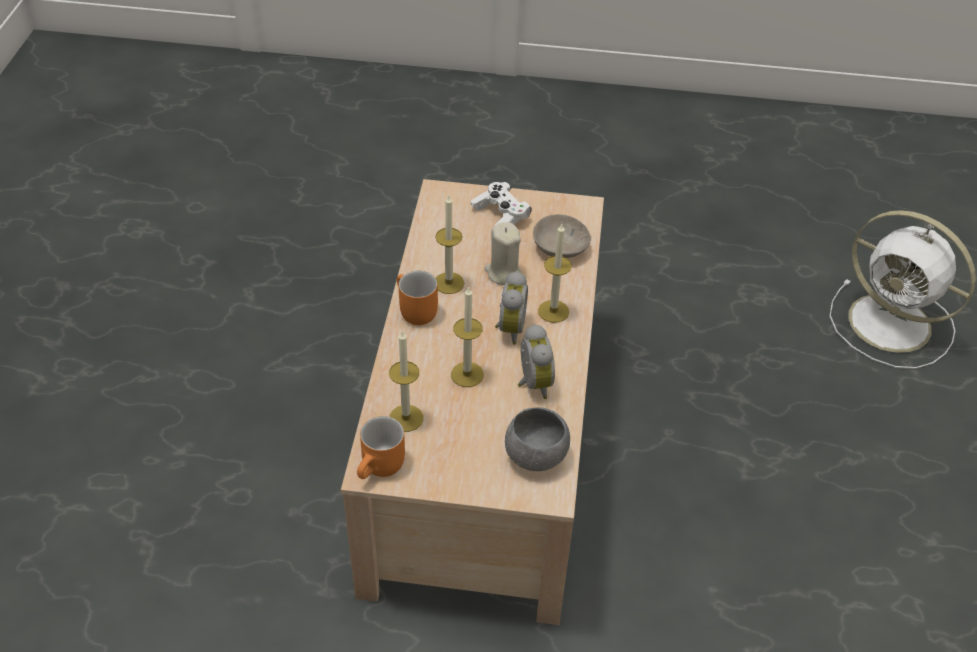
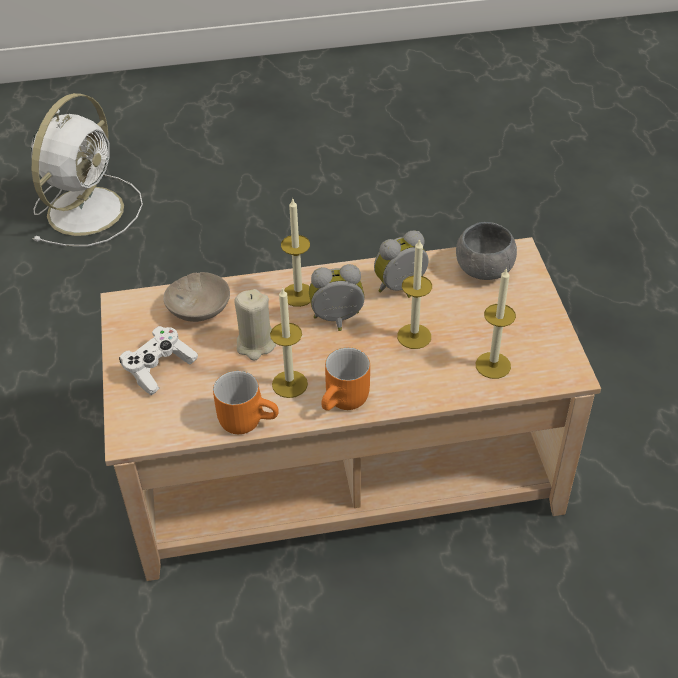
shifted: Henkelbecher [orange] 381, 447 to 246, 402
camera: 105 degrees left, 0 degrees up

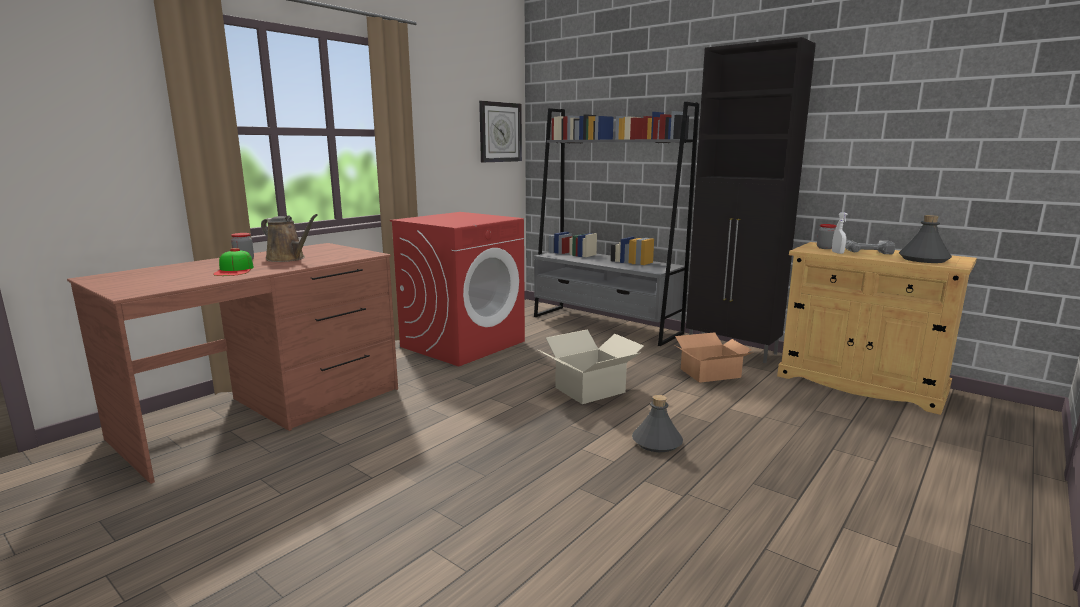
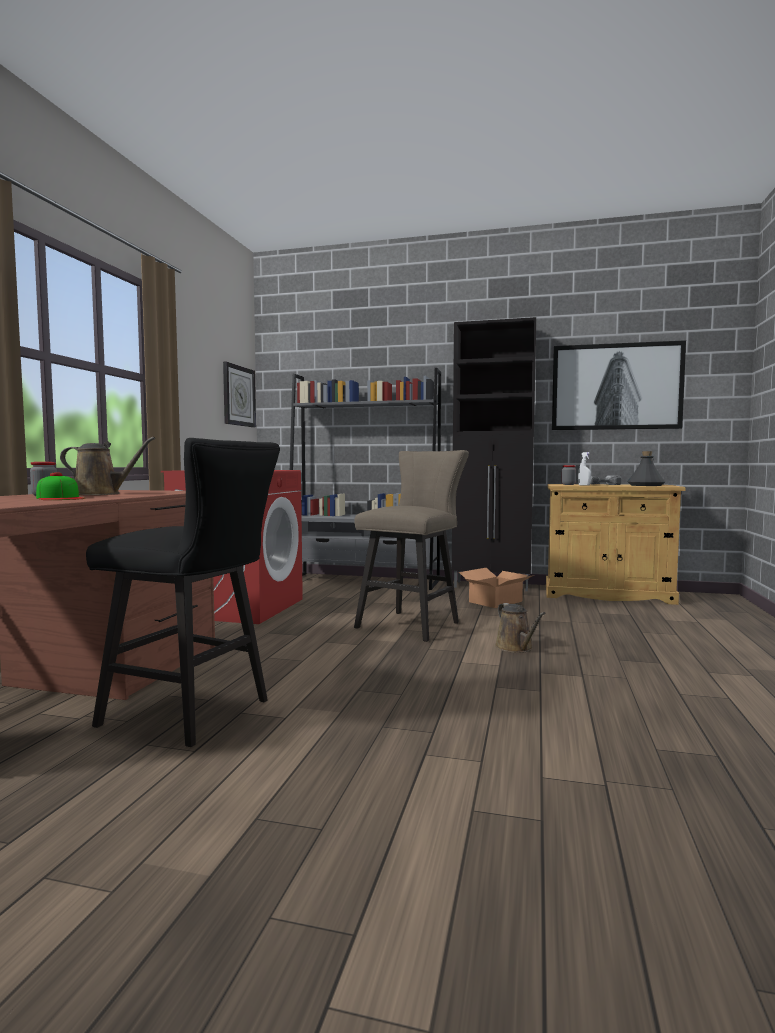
new: Bild 619, 385; Hocker [schwarz] 183, 592
swapped: Karton 591, 367 to Hocker [beige] 411, 546; Flasche [grau] 657, 423 to Gießkanne [braun] 520, 628
camera: 25 degrees left, 10 degrees down

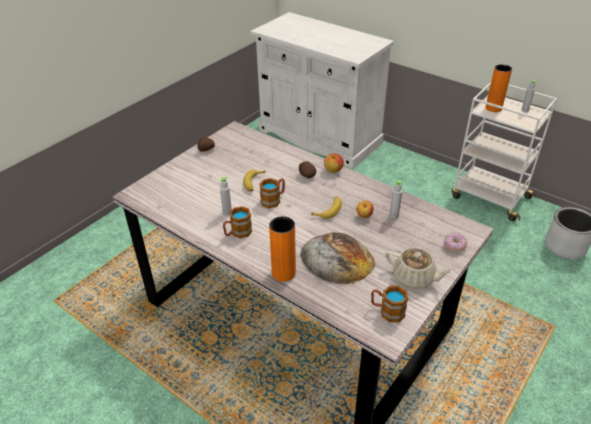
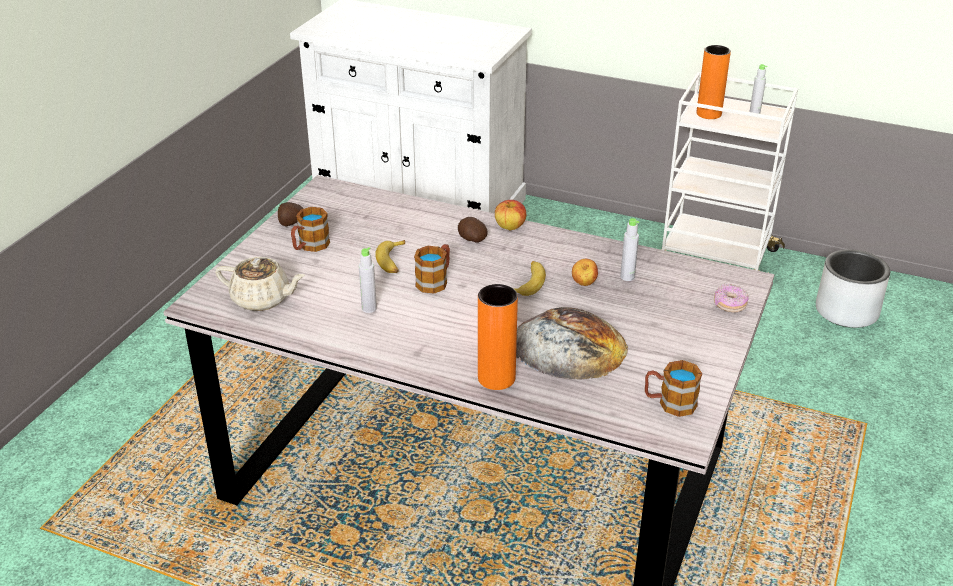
shifted: Henkelbecher 237, 222 to 310, 229; Teekanne [beige] 419, 268 to 260, 284
camera: 15 degrees left, 5 degrees down

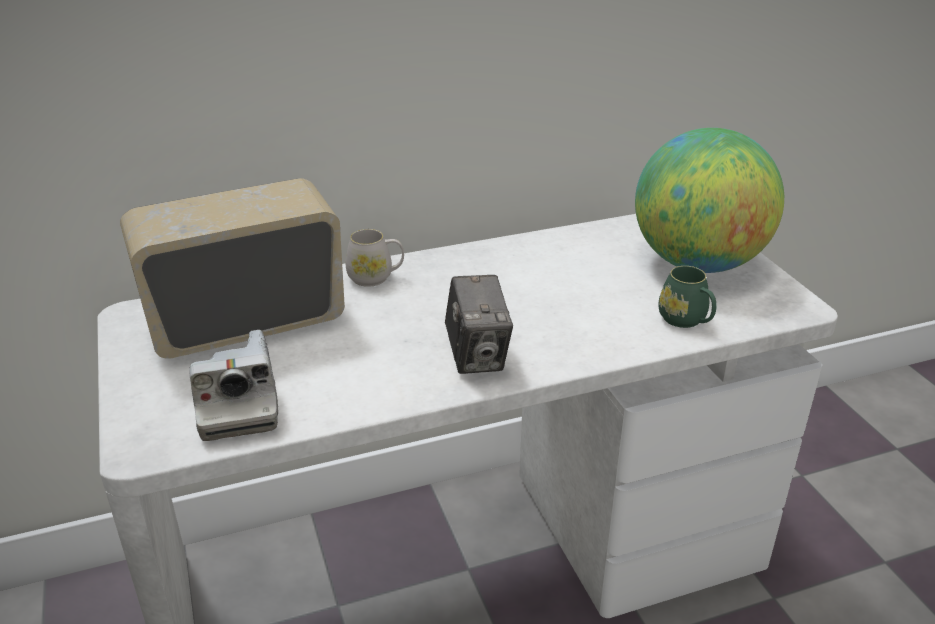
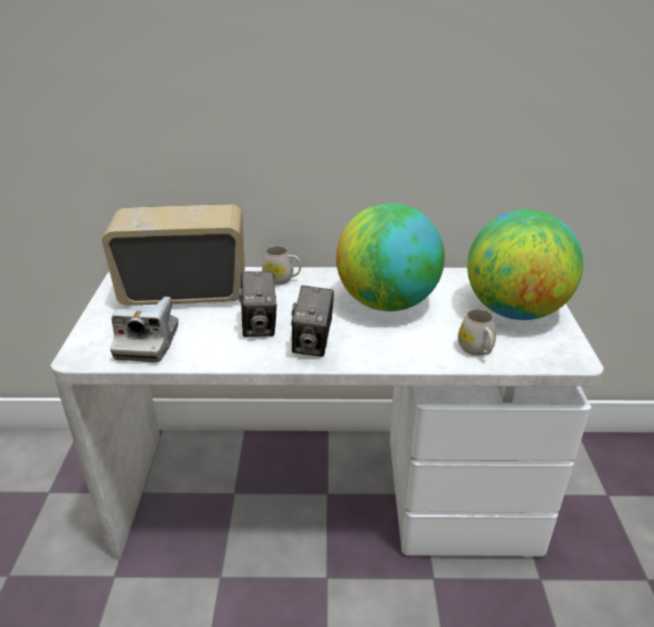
new: Globus 390, 257; Kamera 258, 304
repainted: Henkelbecher [grün] 687, 297 to Henkelbecher [weiß] 477, 332
camera: 20 degrees right, 0 degrees up

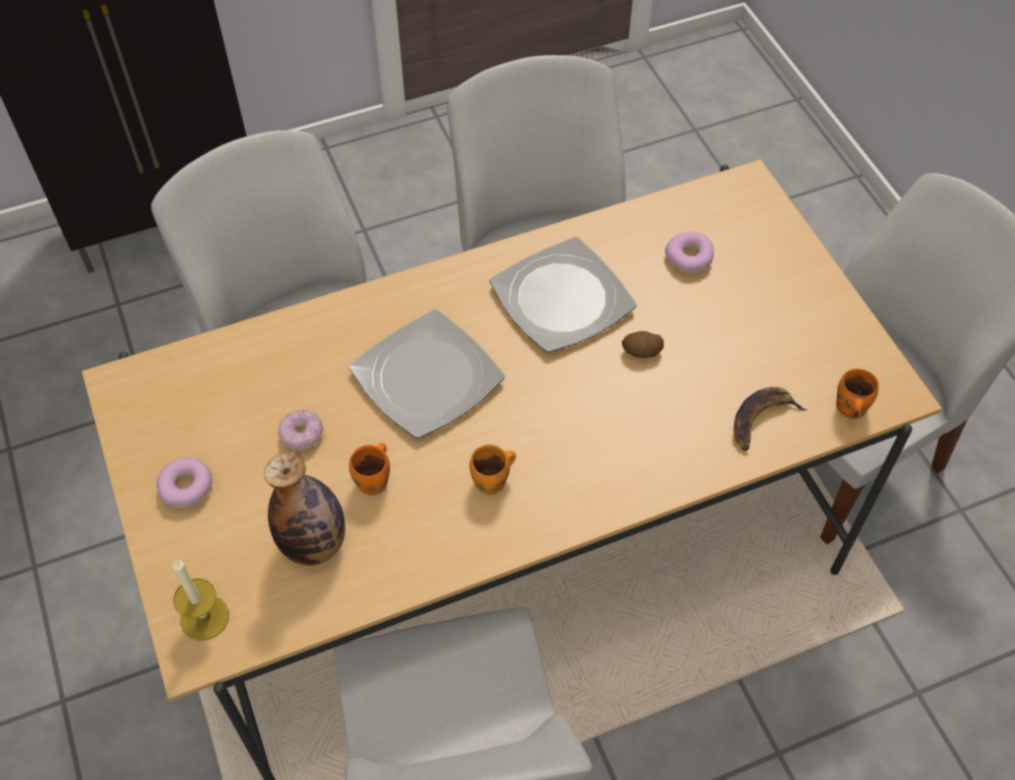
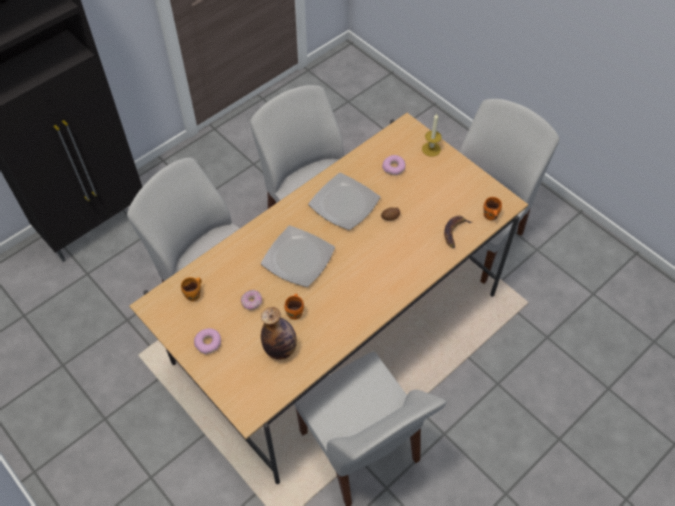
shifted: Henkelbecher [orange] 492, 469 to 191, 289; Kerze 201, 600 to 432, 135
camera: 20 degrees left, 0 degrees up

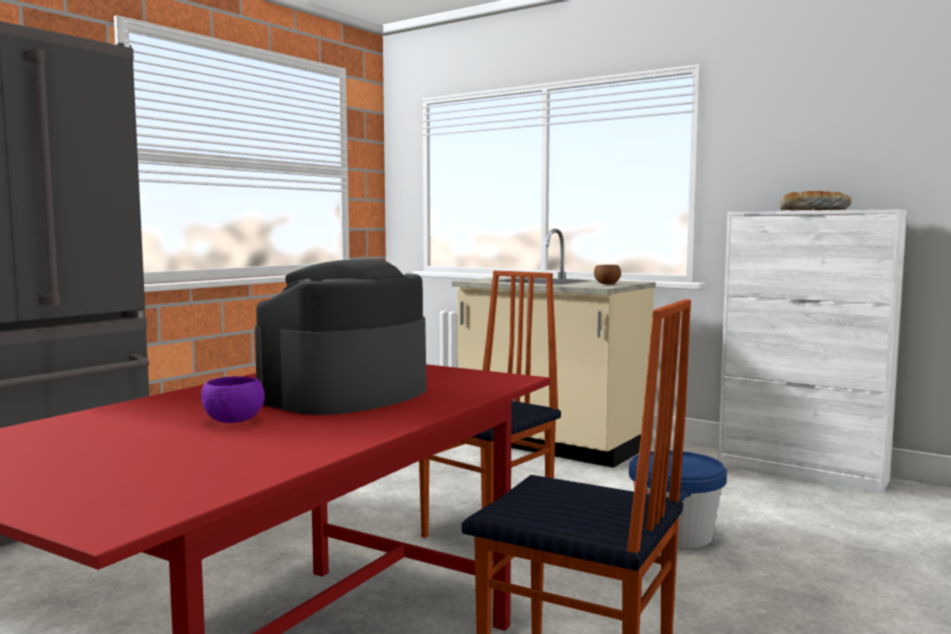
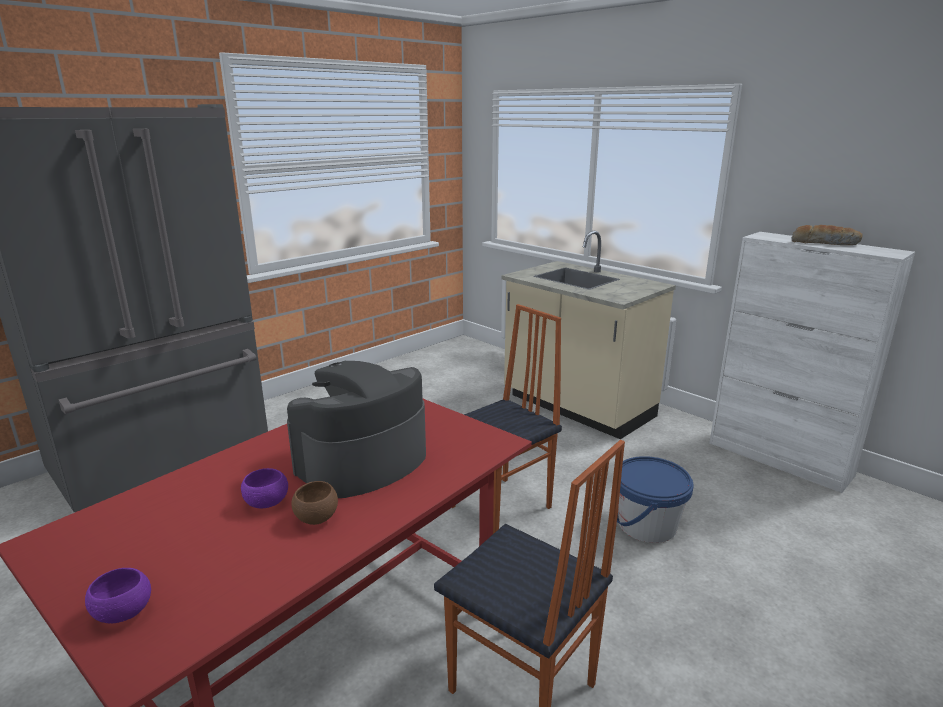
new: Schüssel [lila] 118, 595
shifted: Schüssel [braun] 607, 275 to 314, 503
camera: 10 degrees right, 15 degrees up

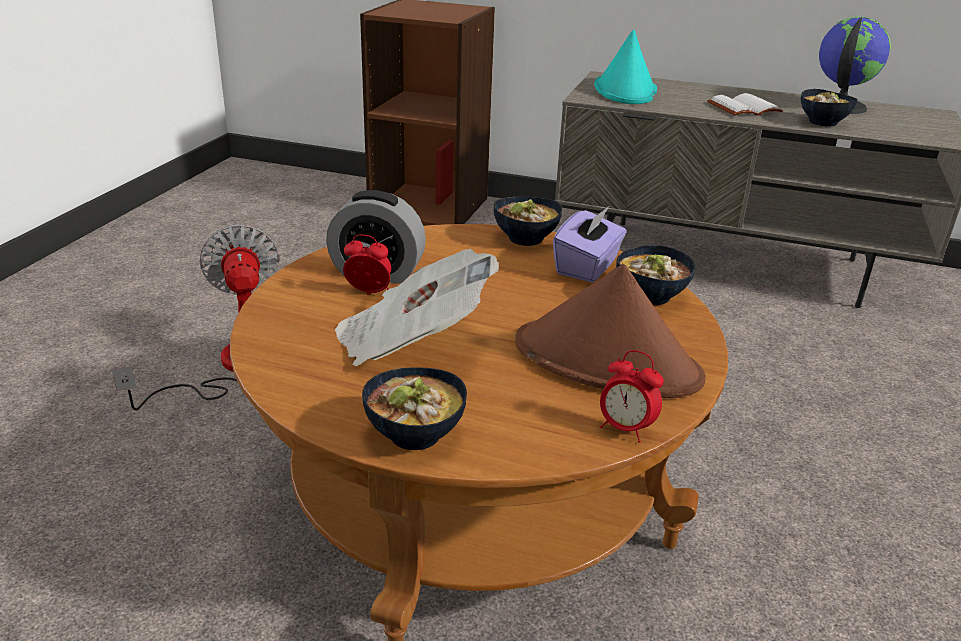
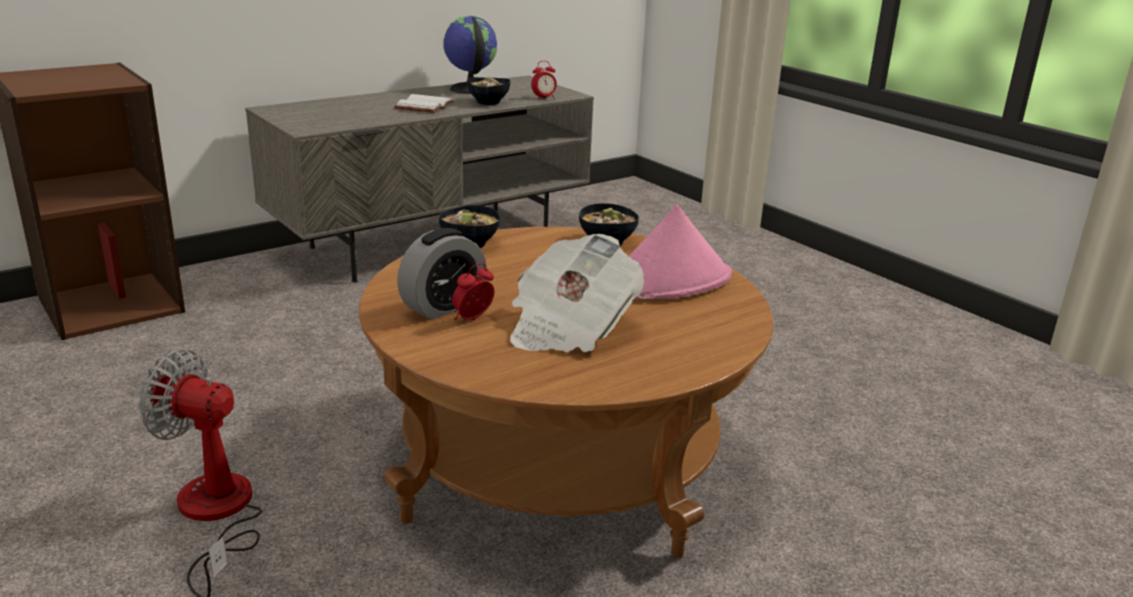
gone: Hut [türkis] 625, 67; Taschentuchbox [lila] 590, 244; Schüssel 414, 408
shifted: Wecker 632, 396 to 544, 80
repainted: Hut [braun] 610, 331 to Hut [rosa] 680, 252
camera: 55 degrees left, 5 degrees down

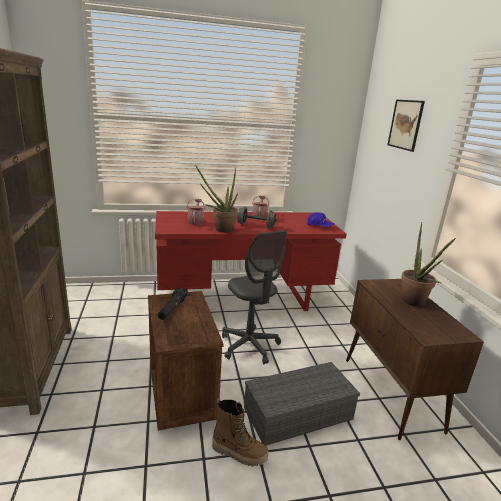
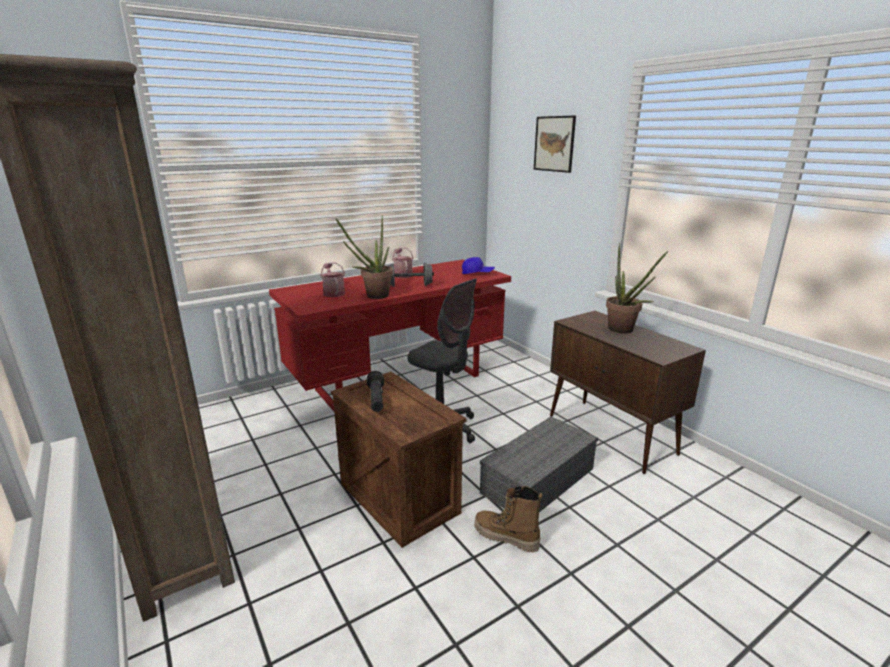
rotated: Stiefel 240, 432 = 508, 519 150 degrees counterclockwise
camera: 20 degrees left, 0 degrees up

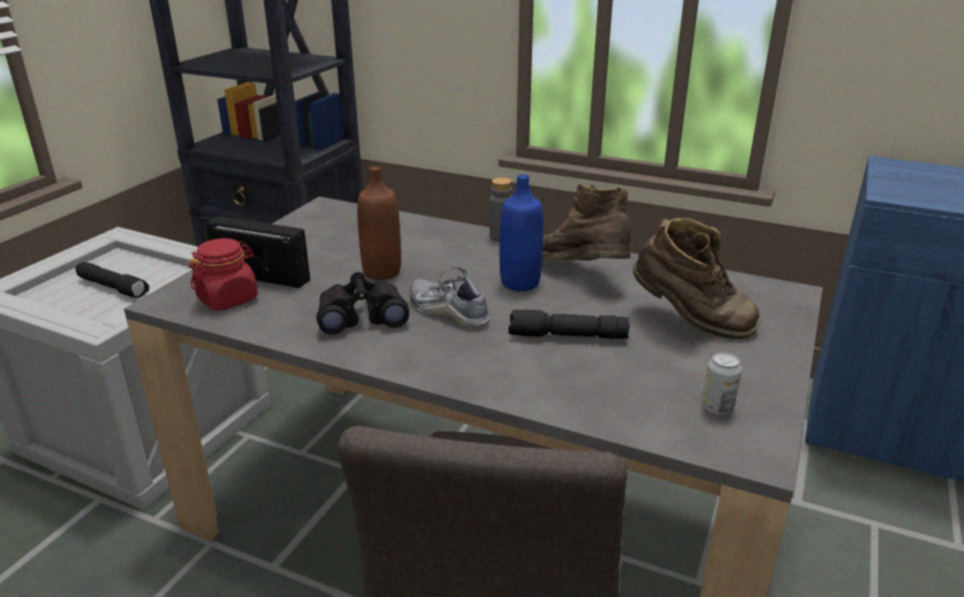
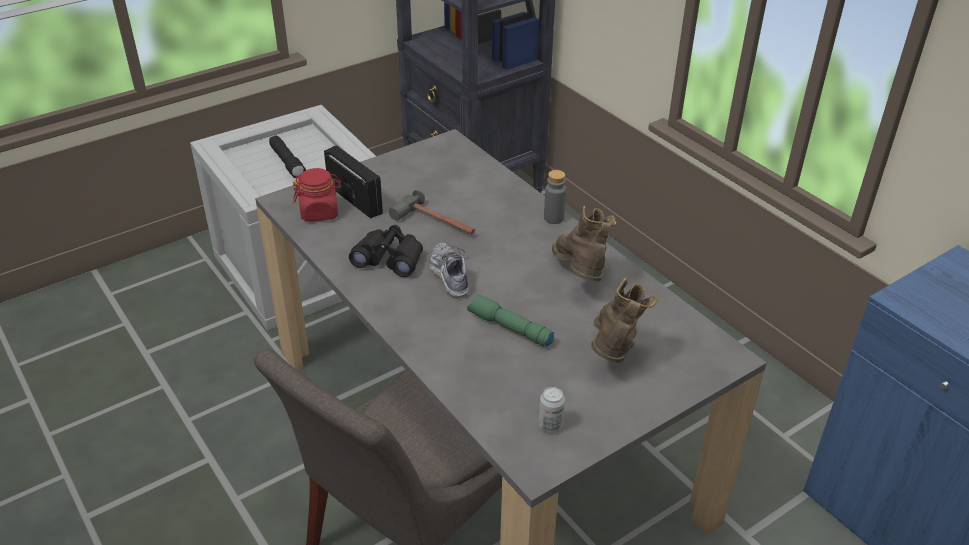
gone: Flasche [blau] 521, 232
swapped: Flasche [braun] 379, 223 to Hammer 432, 212
repainted: Taschenlampe [schwarz] 569, 324 to Taschenlampe [grün] 510, 320
rotated: Stiefel [braun] 697, 278 = 625, 320 135 degrees counterclockwise
camera: 30 degrees right, 10 degrees up

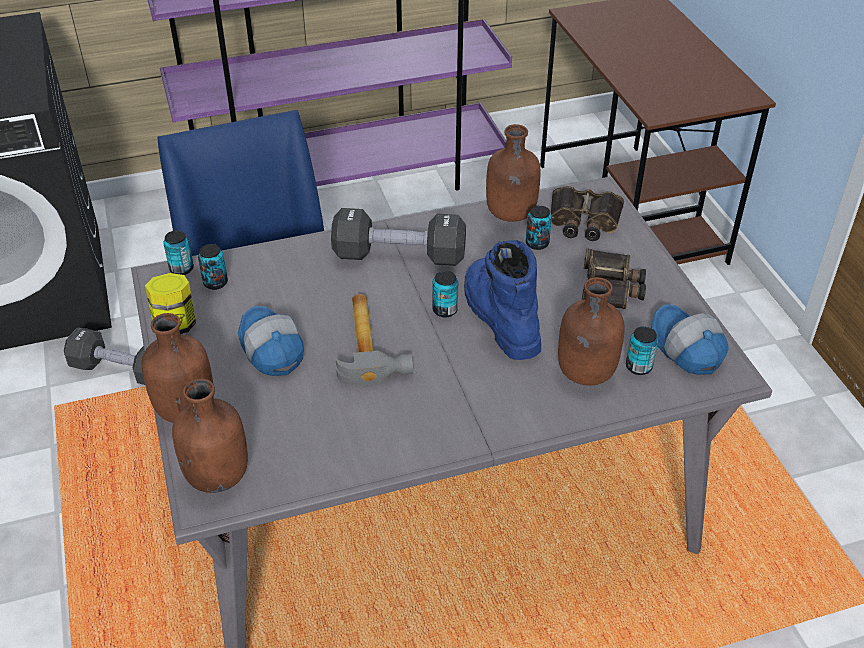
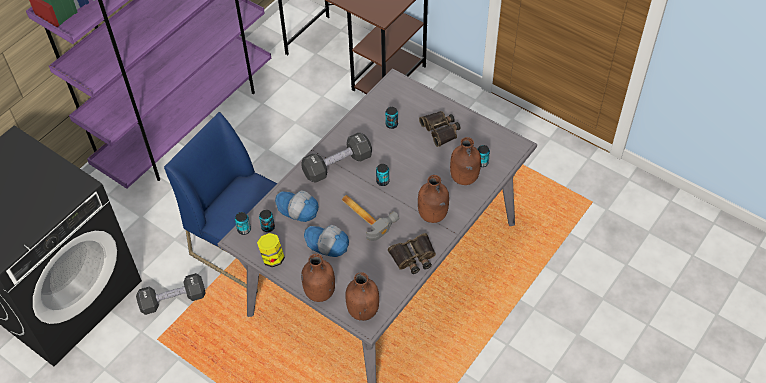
gone: Stiefel [blau] 502, 300
shifted: Flasche [braun] 513, 173 to 433, 199; Fernglas 587, 213 to 412, 253; Kappe 690, 340 to 296, 206
camera: 35 degrees left, 10 degrees up

